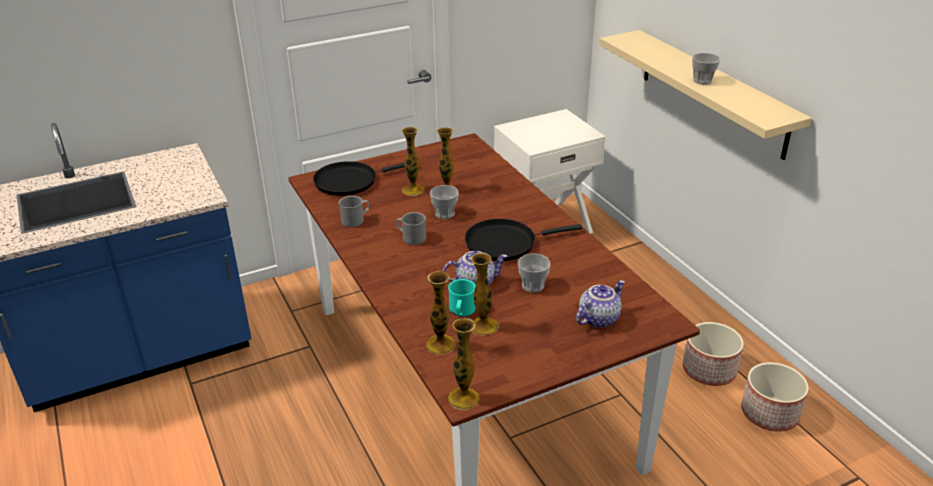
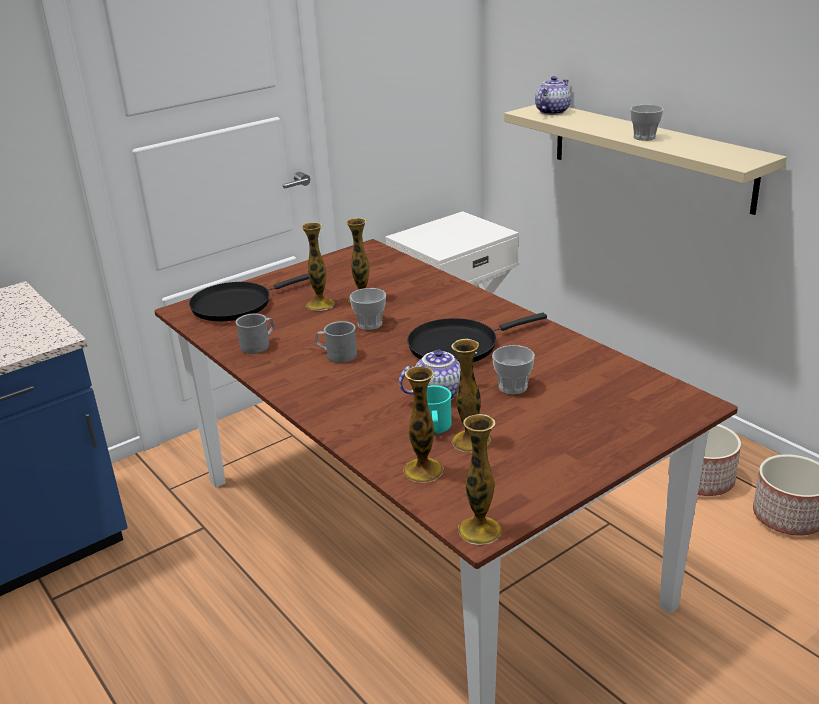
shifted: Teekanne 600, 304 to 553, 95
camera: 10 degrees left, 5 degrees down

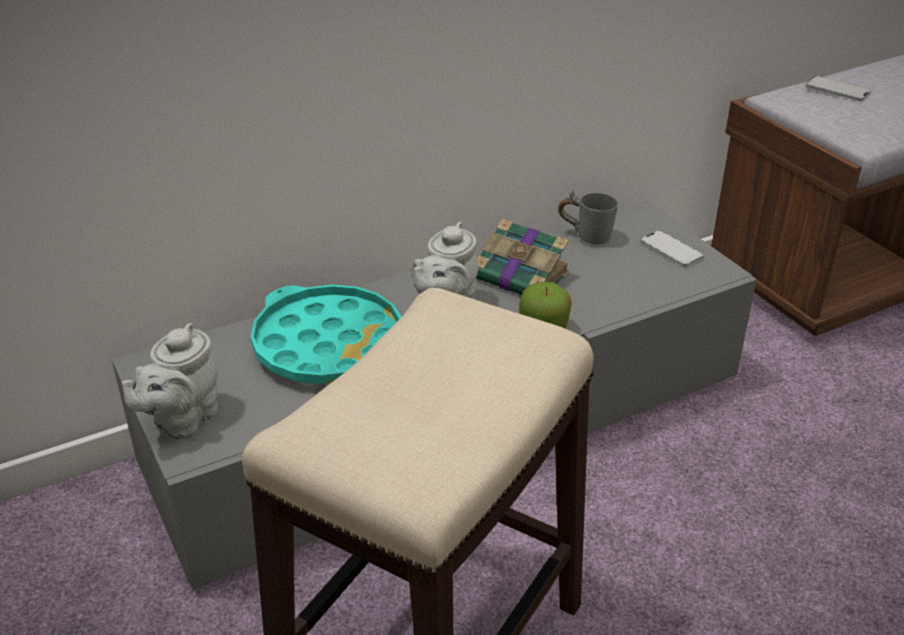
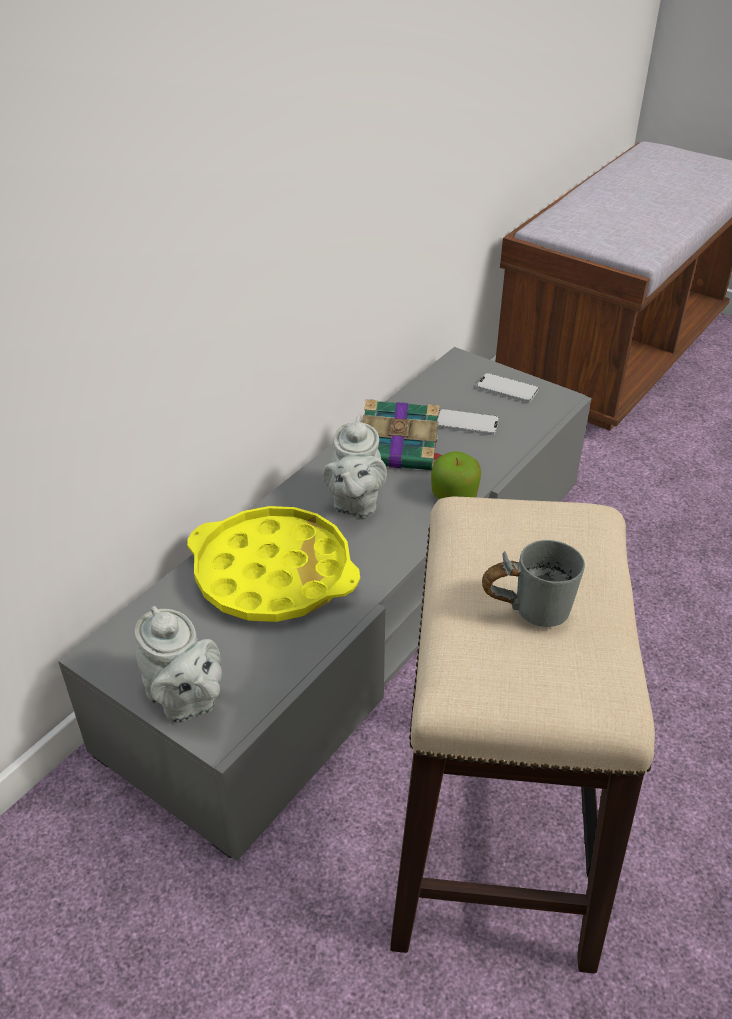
shifted: Handy 838, 88 to 468, 422; Henkelbecher [grau] 588, 217 to 533, 583
repainted: Tablett [türkis] 325, 334 to Tablett [gelb] 273, 564
rotated: Teekanne [grau] 169, 381 = 178, 664 45 degrees counterclockwise
camera: 25 degrees left, 5 degrees up

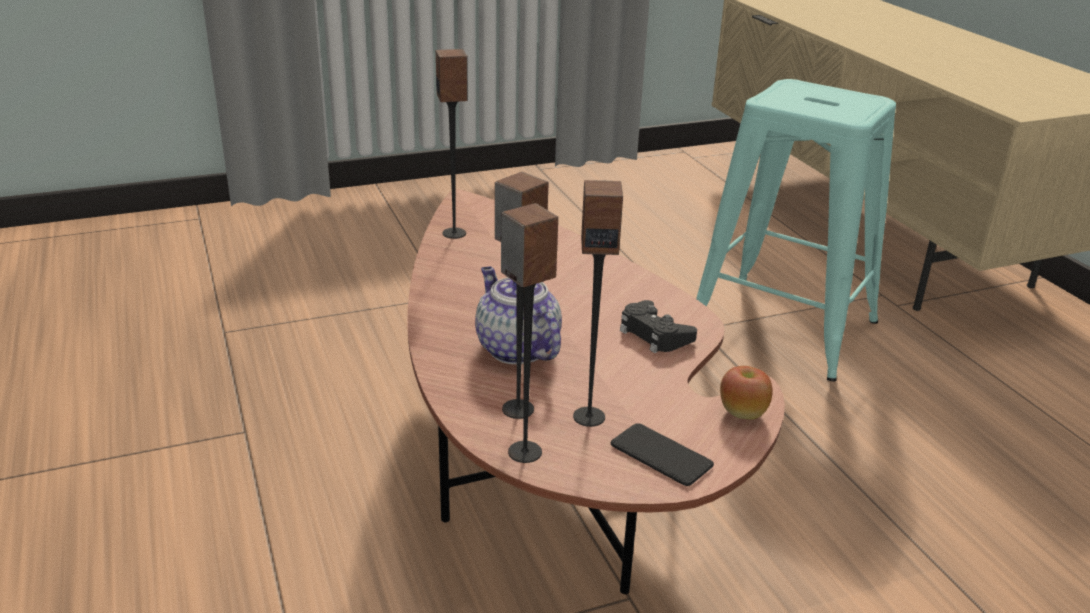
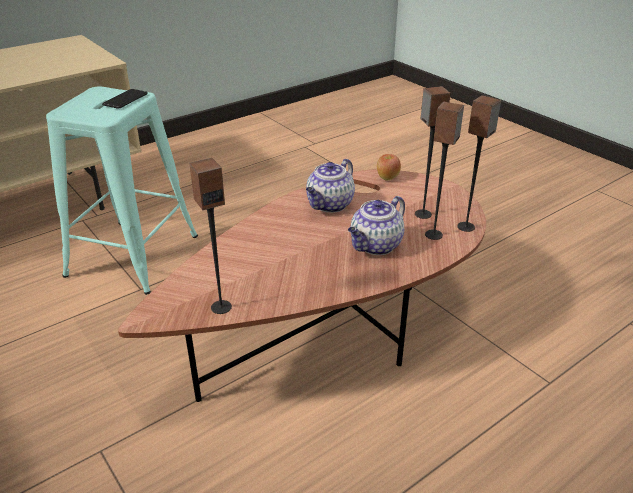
shifted: Handy 662, 454 to 125, 99
swapped: Gamepad [schwarz] 658, 326 to Teekanne 330, 186
camera: 105 degrees left, 5 degrees up

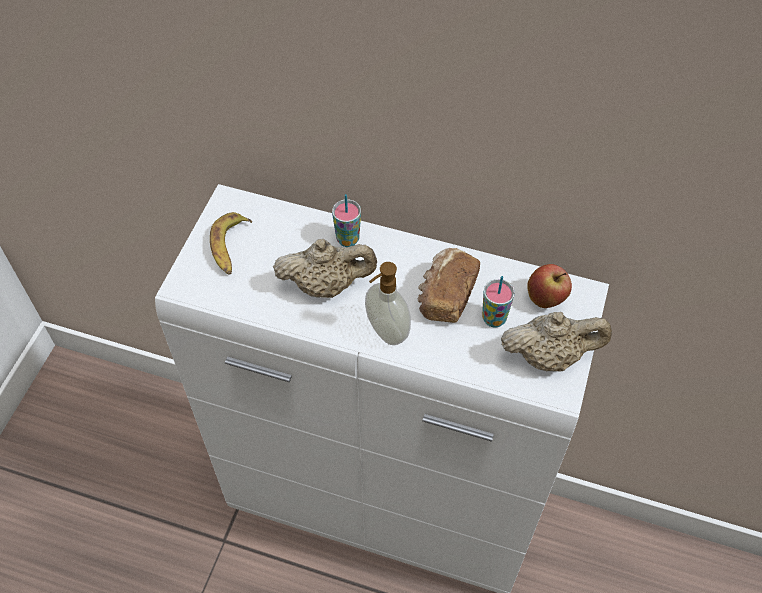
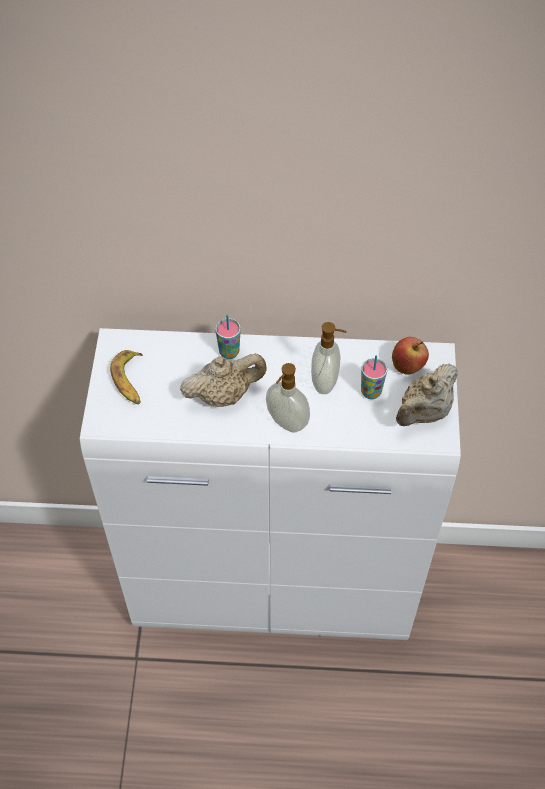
swapped: Brot 449, 285 to Seifenspender 328, 358
rotated: Teekanne [beige] 556, 342 = 427, 395 150 degrees clockwise
camera: 15 degrees left, 0 degrees up

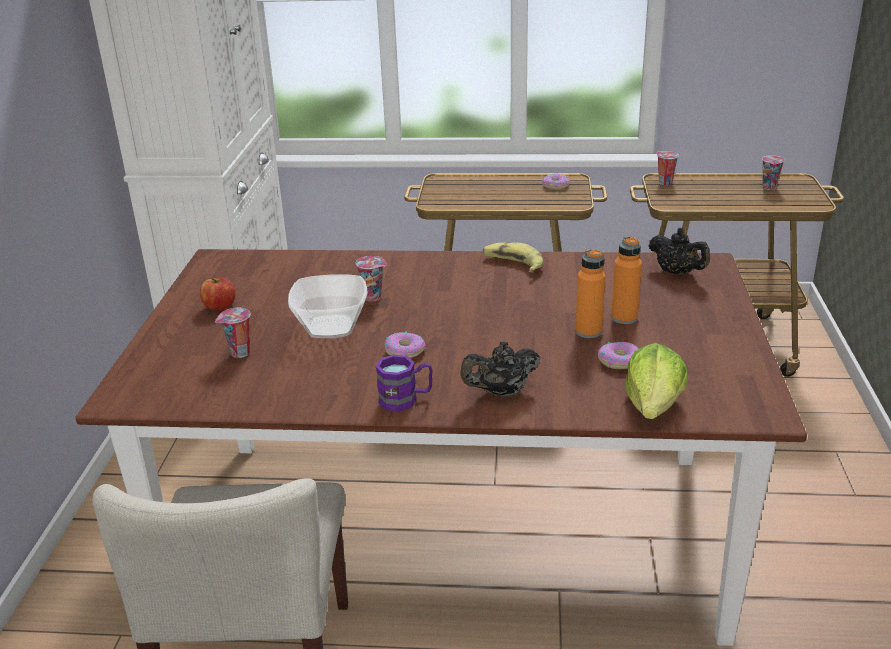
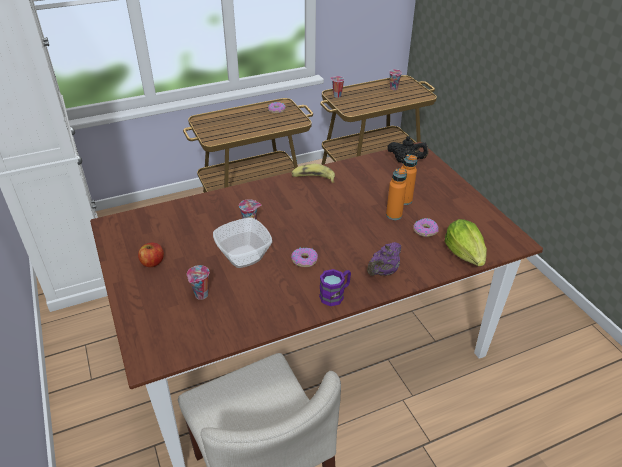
repainted: Teekanne [schwarz] 500, 369 to Teekanne [lila] 384, 259
camera: 30 degrees left, 10 degrees up

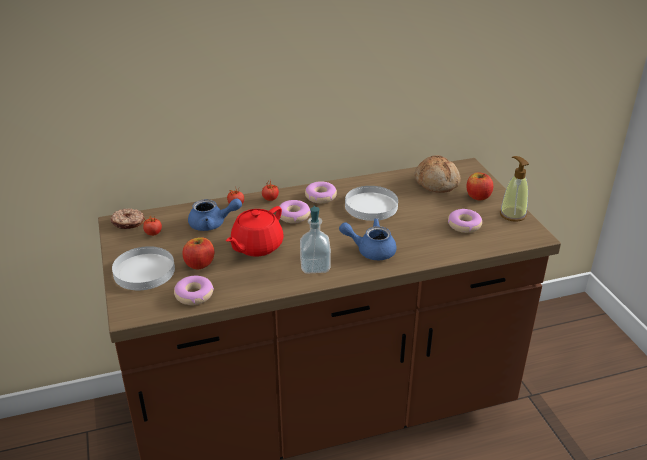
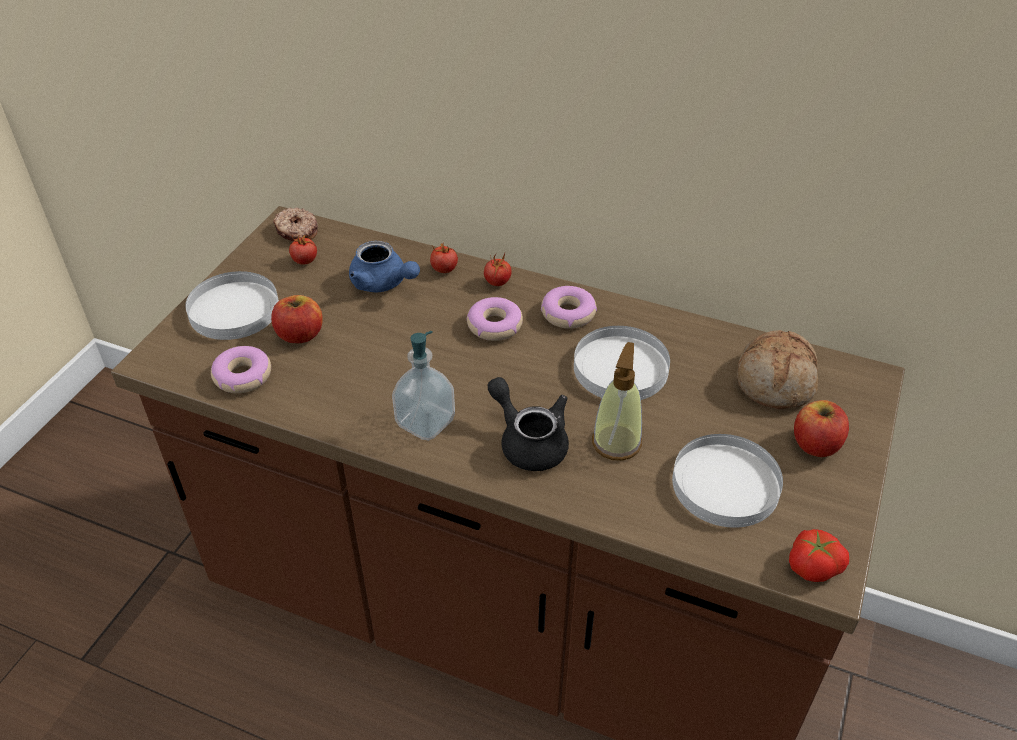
gone: Teekanne [rot] 254, 231
new: Tomate 819, 555
shifted: Seifenspender 514, 189 to 617, 401
swapped: Donut 465, 221 to Teller [weiß] 727, 481
repainted: Teekanne [blau] 368, 239 to Teekanne [schwarz] 528, 424
camera: 40 degrees right, 10 degrees up

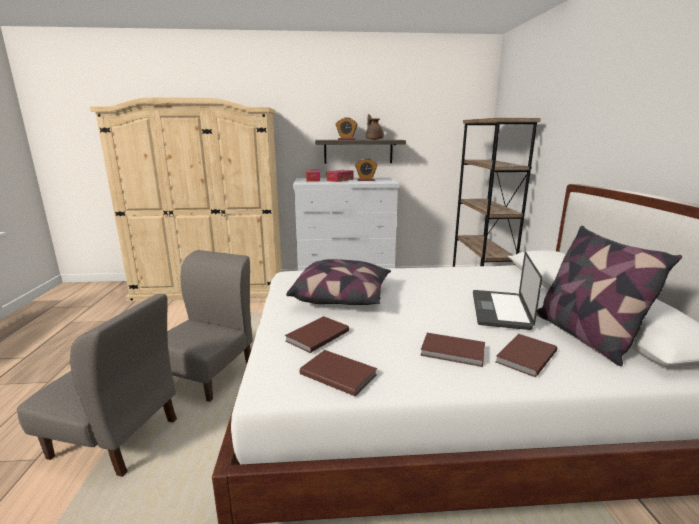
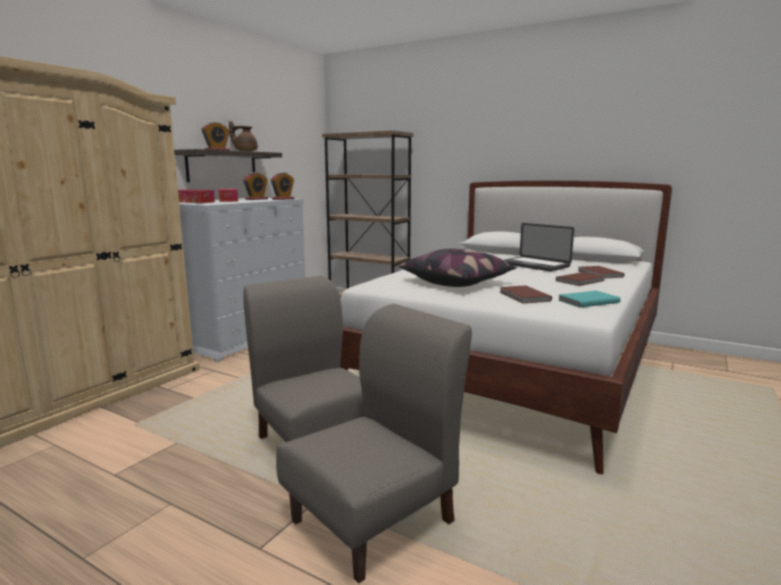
gone: Kissen 609, 295
new: Wecker 282, 186
repainted: Buch [braun] 338, 373 to Buch [türkis] 589, 299
camera: 55 degrees left, 5 degrees down

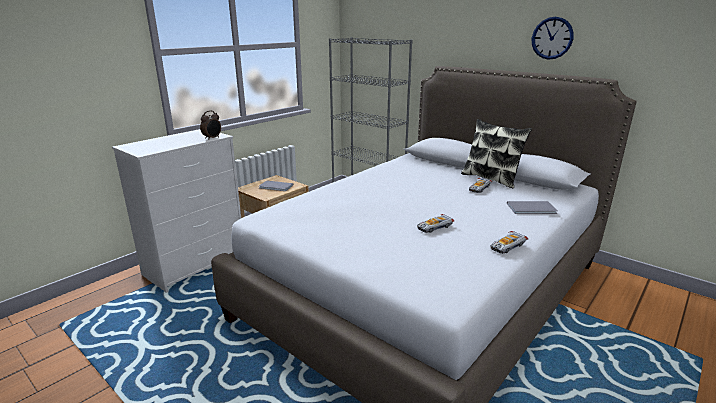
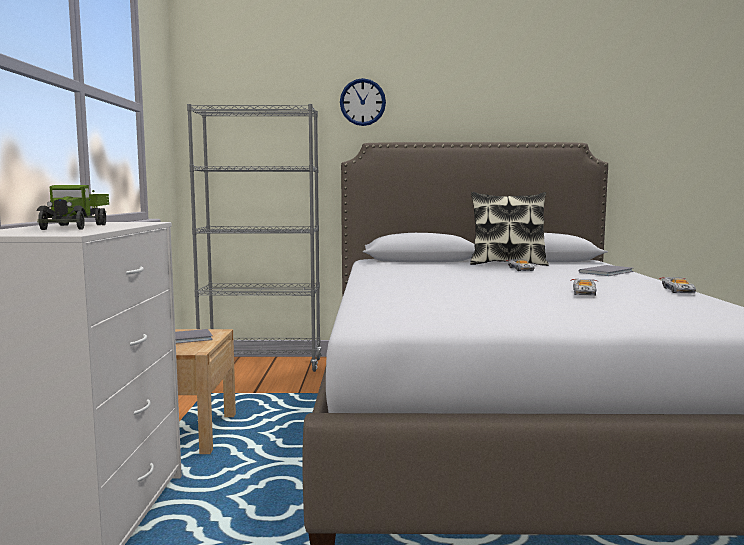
gone: Wecker 210, 125
new: Spielzeuglaster 72, 207
shifted: Wanduhr 553, 38 to 363, 102
camera: 40 degrees left, 15 degrees down

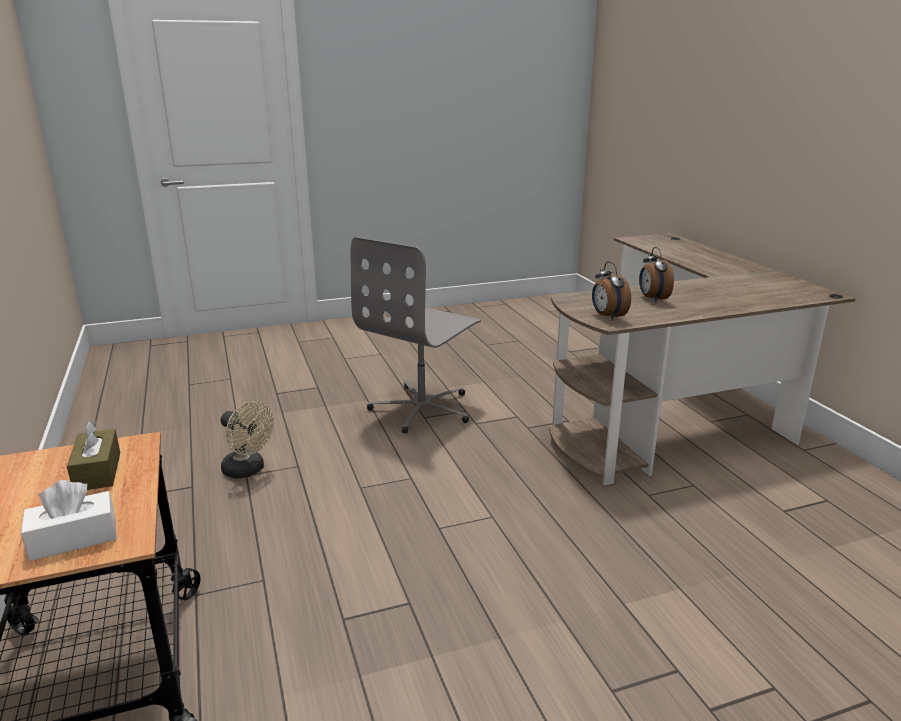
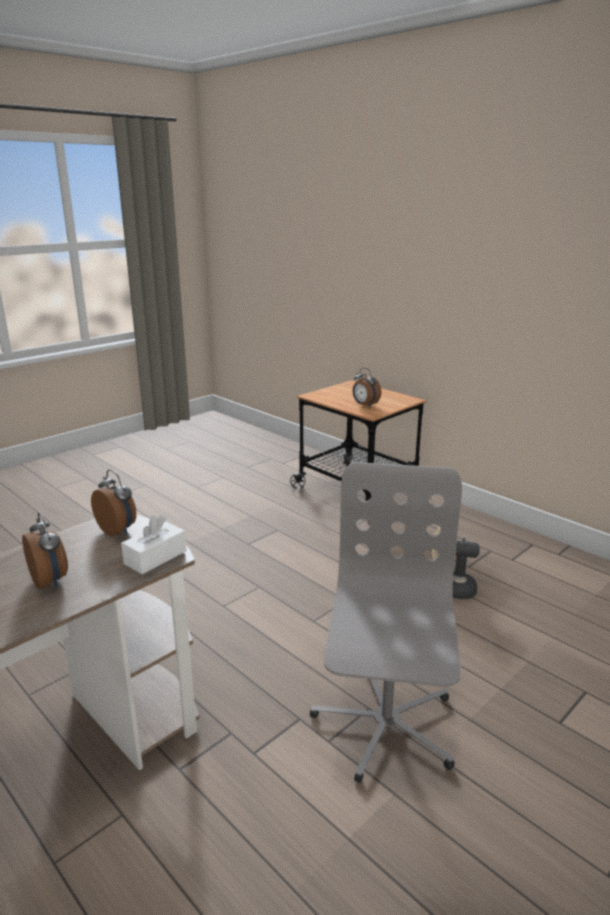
shifted: Taschentuchbox [weiß] 69, 520 to 154, 544
swapped: Taschentuchbox [braun] 93, 455 to Wecker 367, 387
camera: 155 degrees right, 0 degrees up

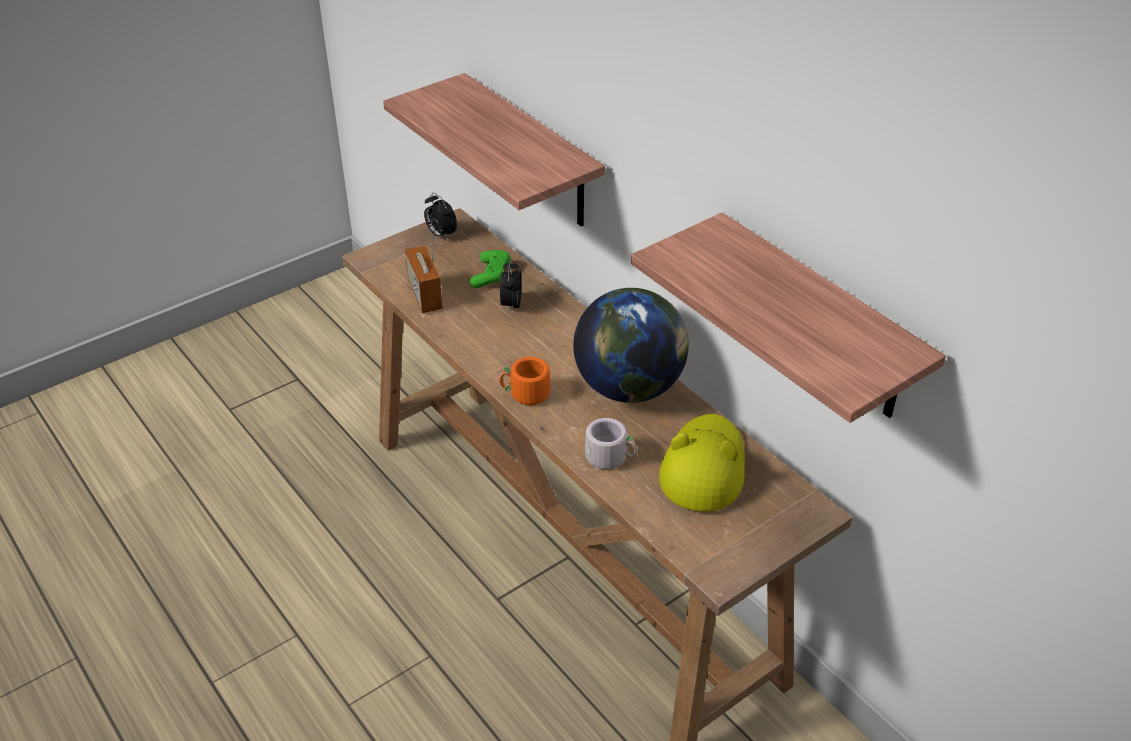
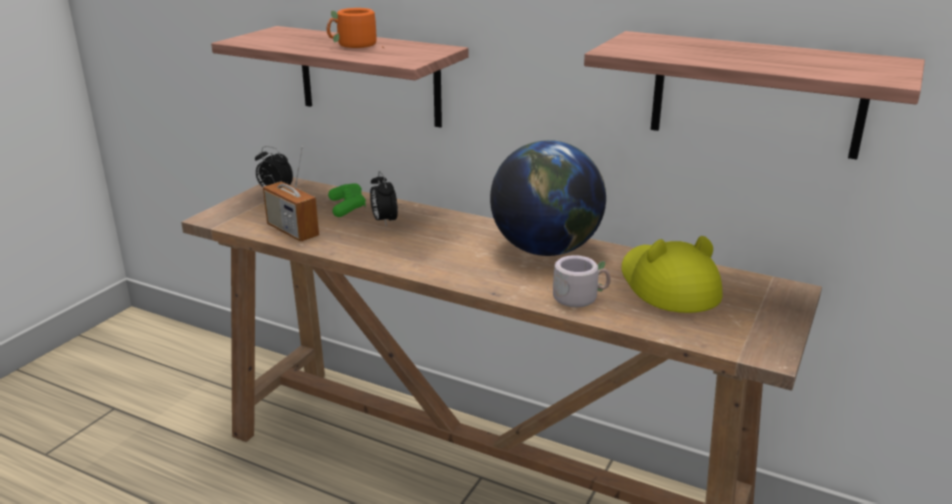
shifted: Henkelbecher [orange] 524, 381 to 356, 28
camera: 25 degrees left, 15 degrees down

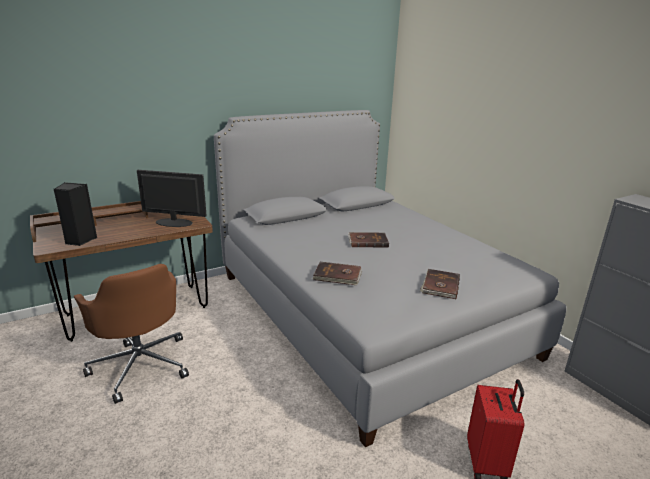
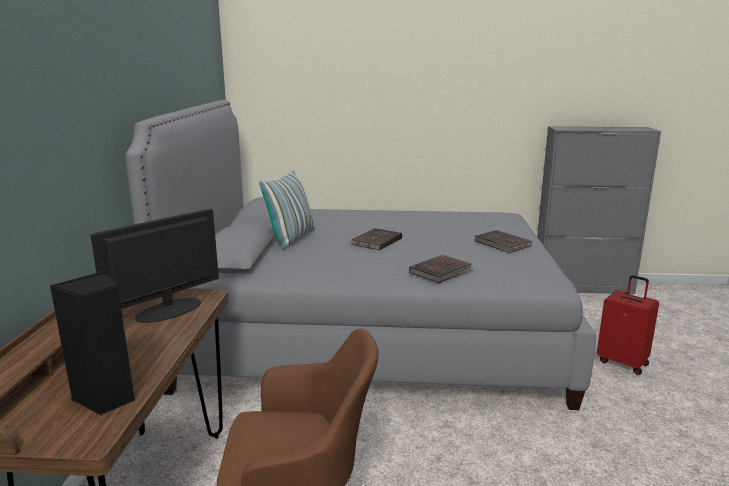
new: Kissen 287, 210
camera: 55 degrees left, 5 degrees down

